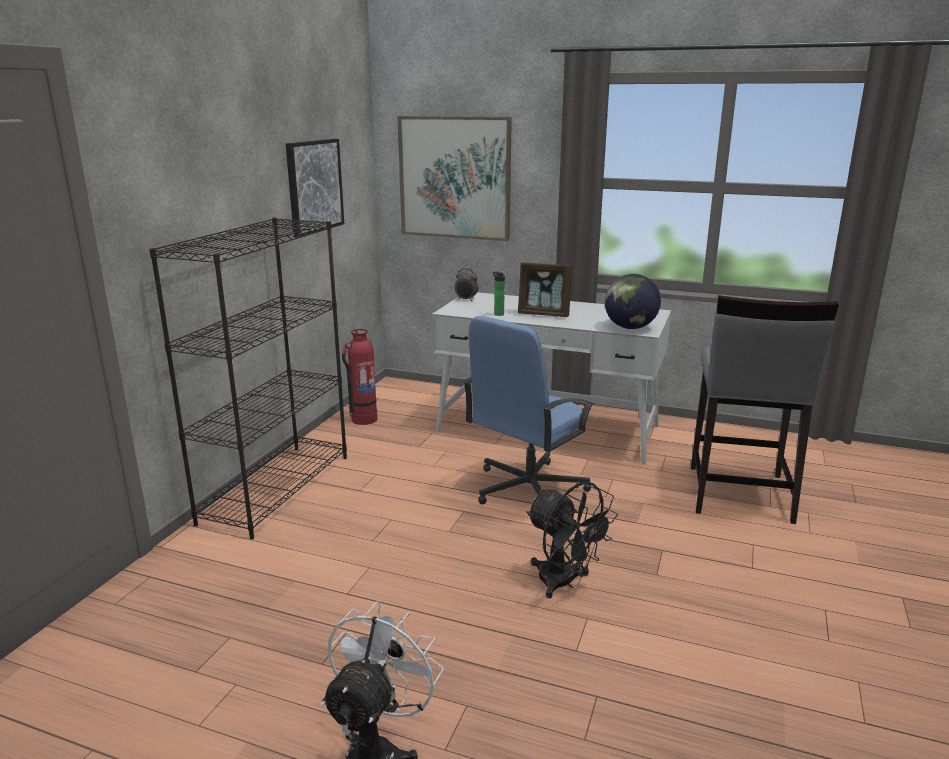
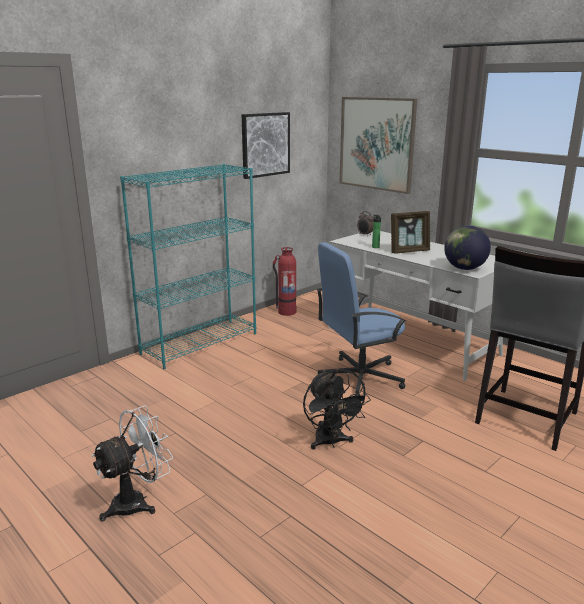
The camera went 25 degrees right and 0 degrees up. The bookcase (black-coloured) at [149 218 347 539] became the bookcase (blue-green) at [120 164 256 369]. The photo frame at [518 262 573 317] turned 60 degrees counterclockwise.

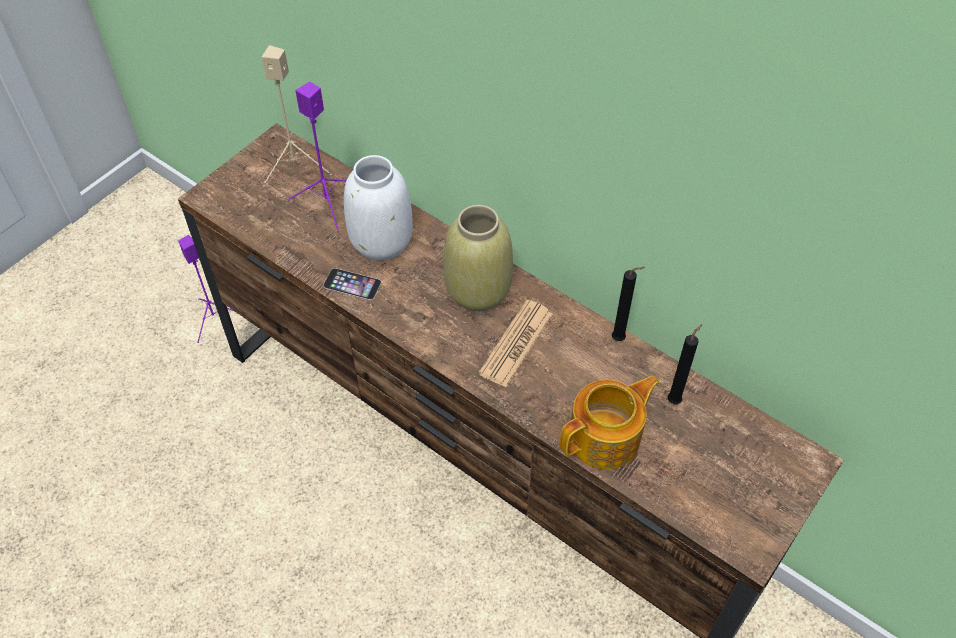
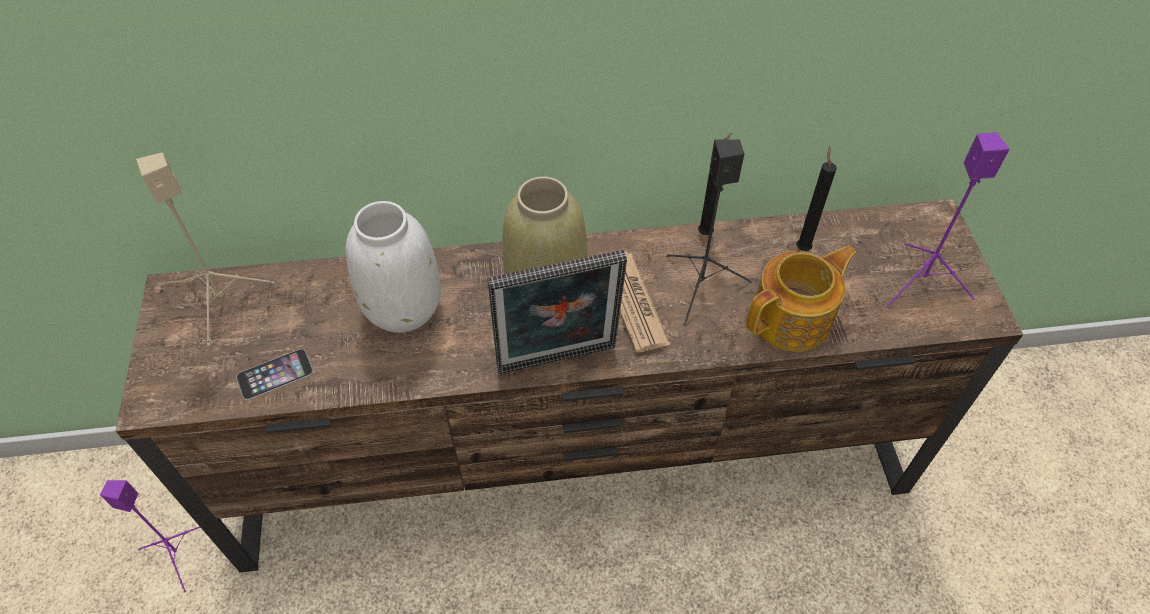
The camera went 45 degrees left and 0 degrees up. The handset moved from [323 268 381 300] to [236 349 313 400]. The photo frame at [487 250 627 374] appeared. The loudspeaker (black-coloured) at [666 139 752 326] appeared. The tea pot at [560 376 659 469] turned 45 degrees clockwise. The loudspeaker (purplish) moved from [288 82 347 232] to [886 132 1010 308].

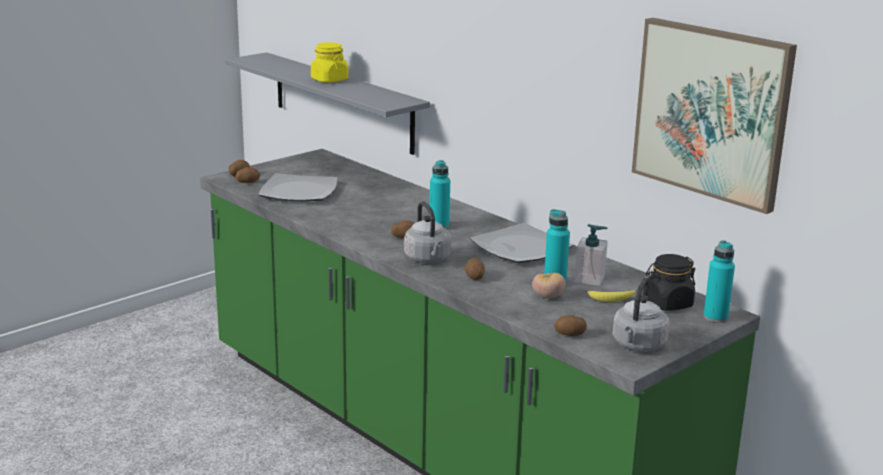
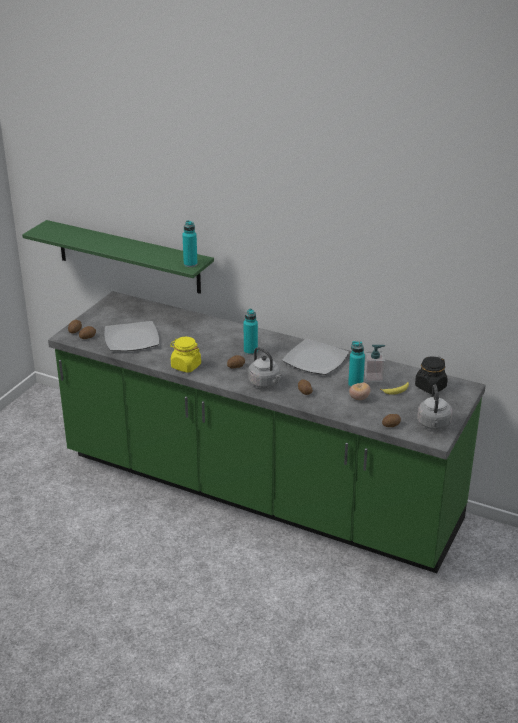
The camera went 20 degrees left and 10 degrees up. The shelf (greyish) at [225 52 430 155] became the shelf (green) at [22 220 214 294]. The jar (yellow-coloured) moved from [311 42 348 83] to [170 337 201 373]. The drink bottle (blue-green) moved from [704 241 735 323] to [182 220 198 267]. The picture at [632 18 797 214] disappeared.

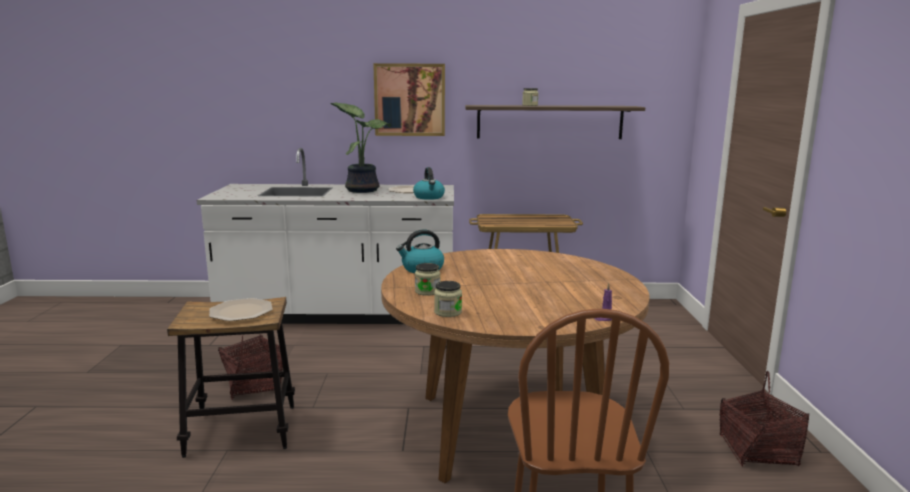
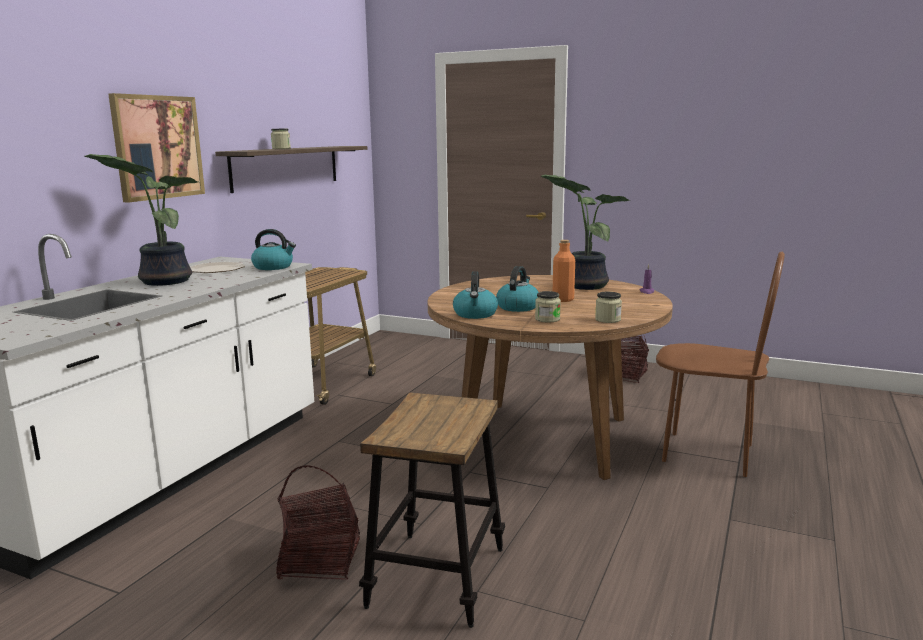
The camera went 65 degrees left and 0 degrees up. The water kettle at [496 266 539 312] appeared. The plant in a pot at [541 175 630 290] appeared. The drink bottle (orange-coloured) at [553 240 575 302] appeared. The dinner plate at [209 298 273 321] disappeared.

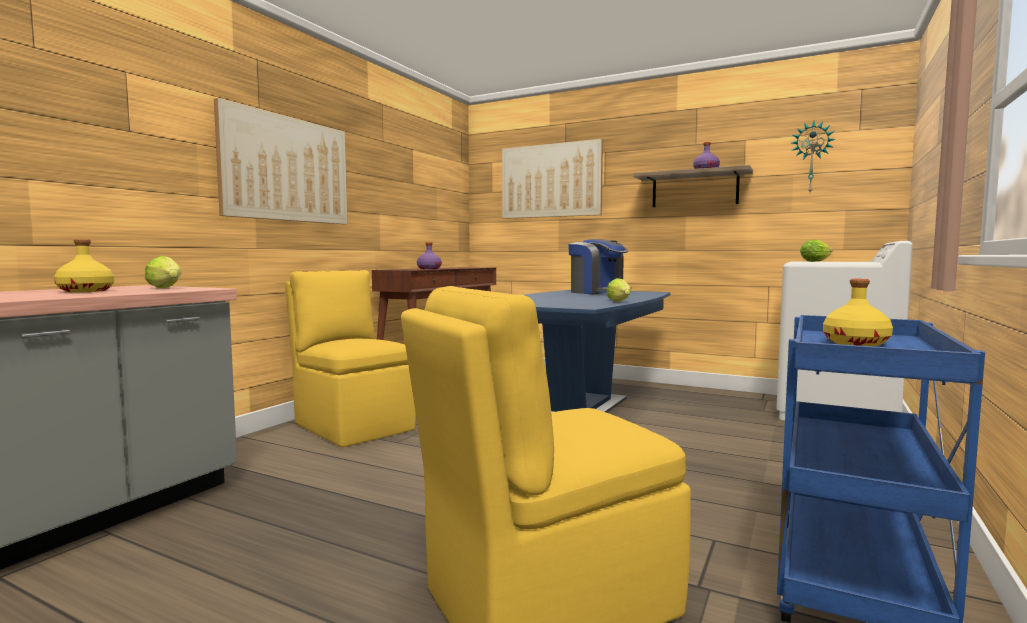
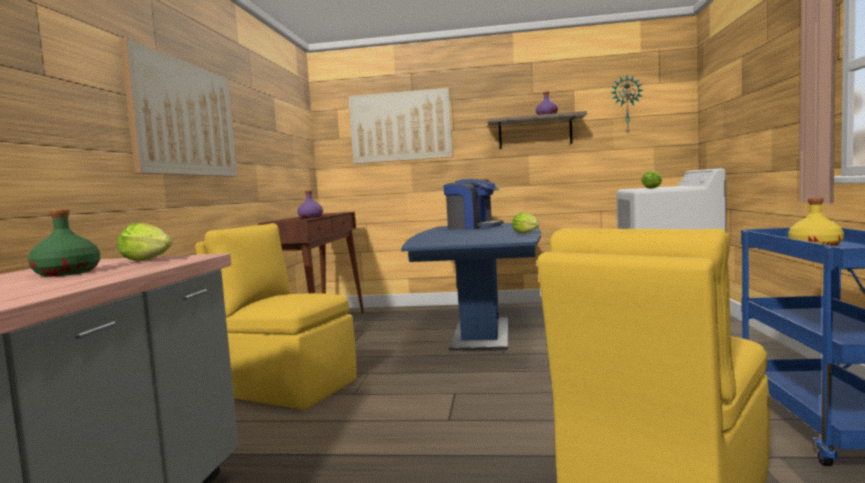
The camera went 20 degrees left and 0 degrees up. The drink bottle (yellow-coloured) at [54 239 114 292] became the drink bottle (green) at [28 209 100 277].

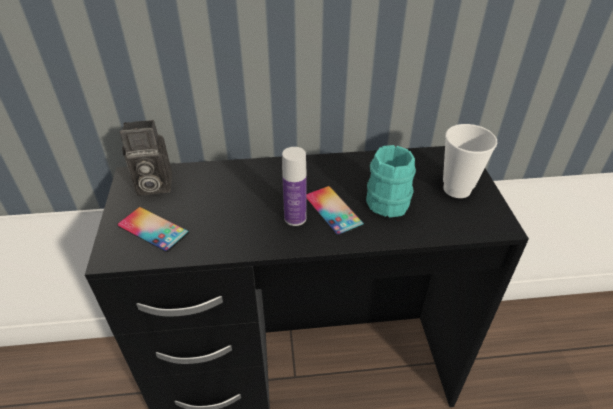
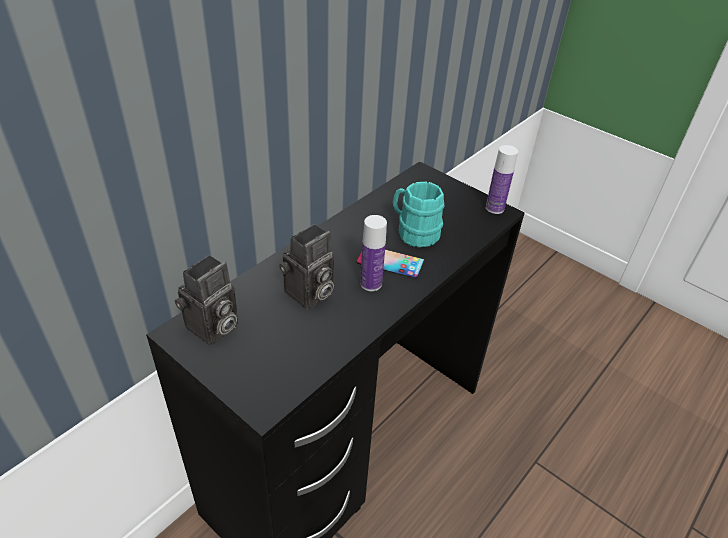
The camera went 45 degrees left and 0 degrees up. The still camera at [279 224 334 309] appeared. The drink bottle at [486 145 518 214] appeared. The handset at [118 207 189 252] disappeared. The cup at [443 124 497 198] disappeared.

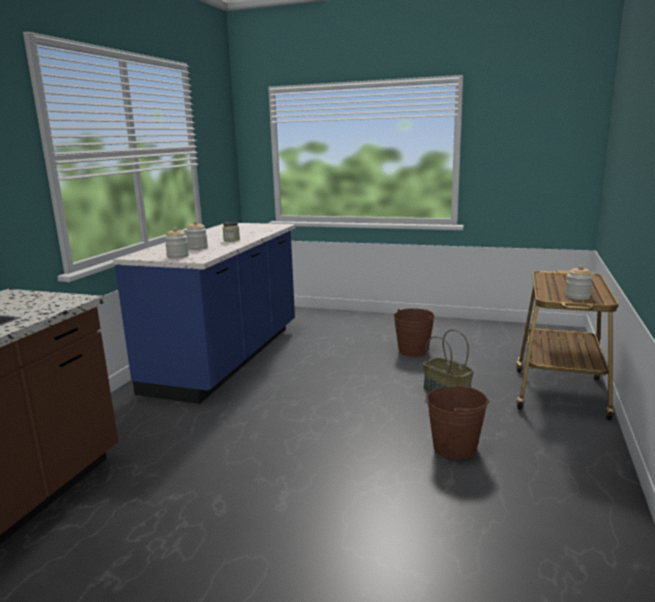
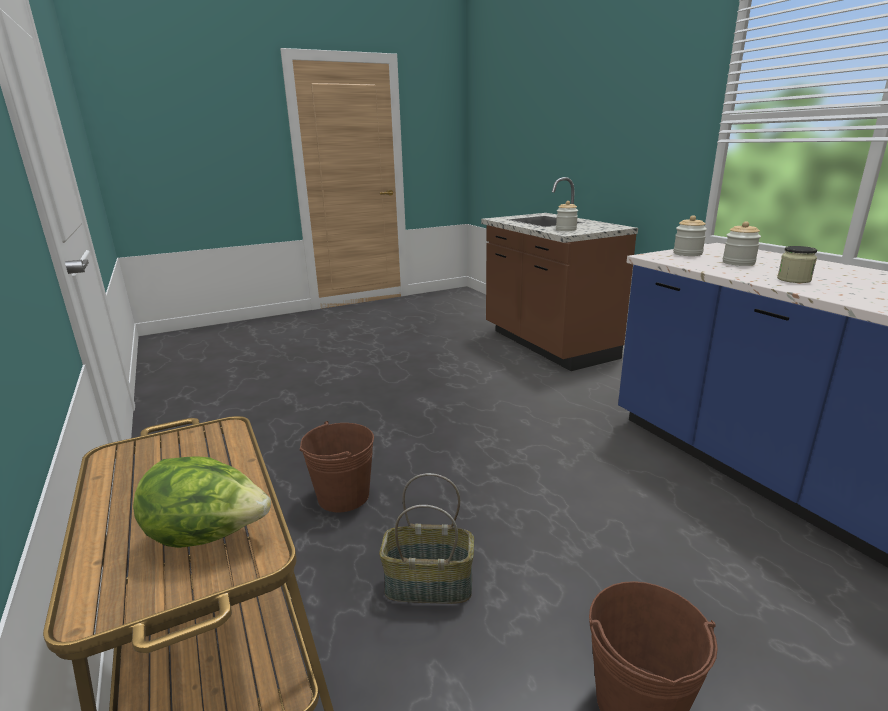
The camera went 135 degrees right and 5 degrees up. The lettuce at [133 456 271 548] appeared. The jar moved from [565 265 593 300] to [556 201 578 231].

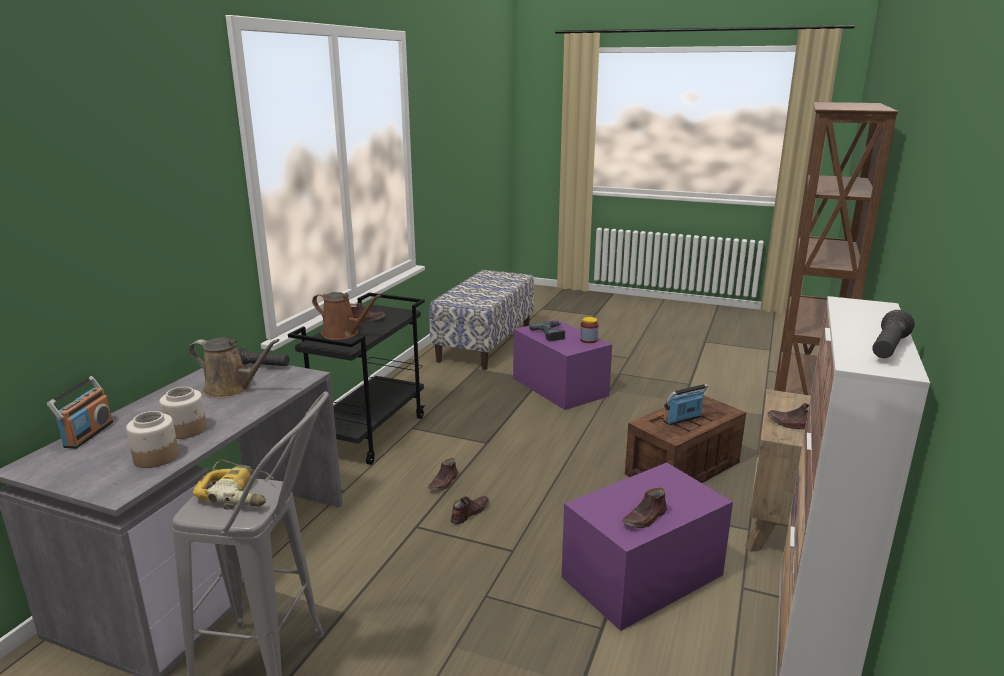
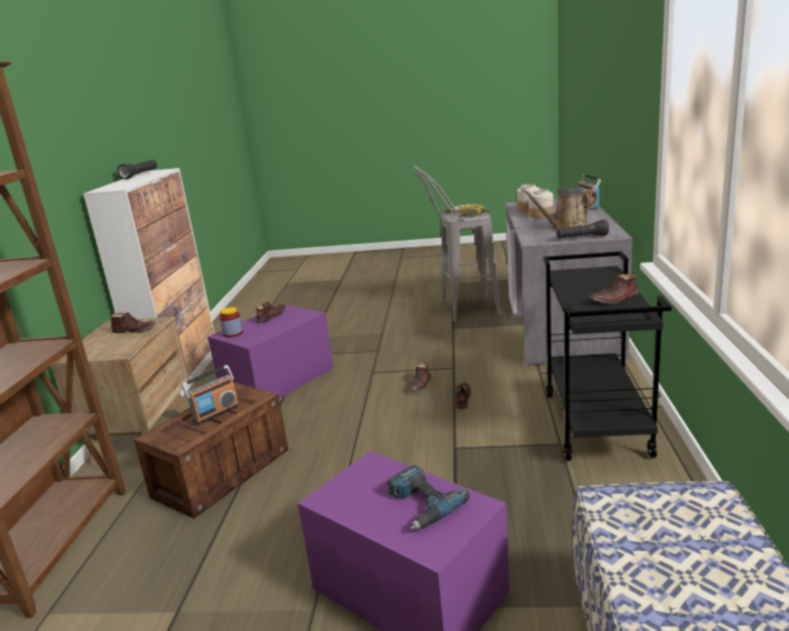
The camera went 165 degrees right and 0 degrees up. The jar moved from [580 317 599 343] to [219 307 243 337]. The sprinkling can (brownish) at [312 292 381 340] disappeared.

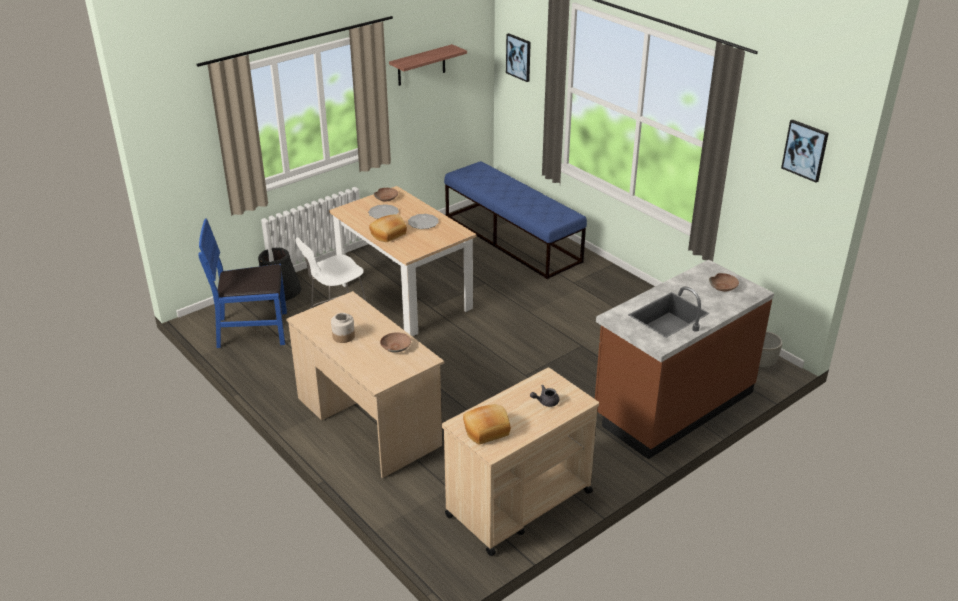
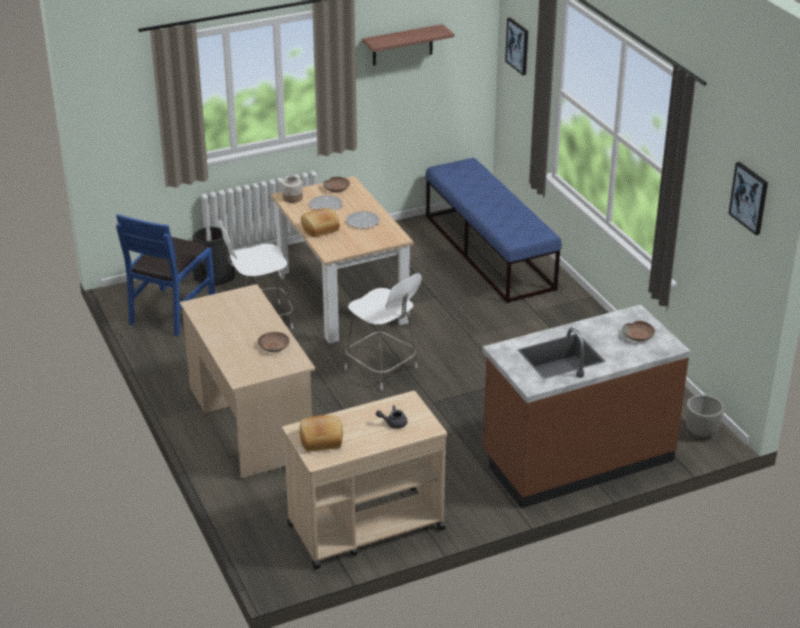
The camera went 15 degrees right and 0 degrees up. The chair (blue-coloured) at [198 218 287 348] turned 75 degrees counterclockwise. The jar moved from [331 313 355 343] to [282 176 303 203]. The sitting stool (white-coloured) at [345 273 422 390] appeared.

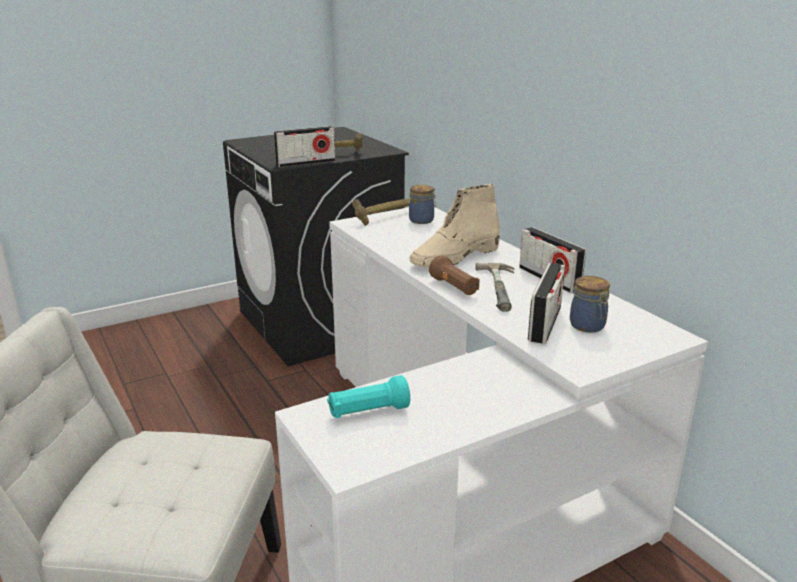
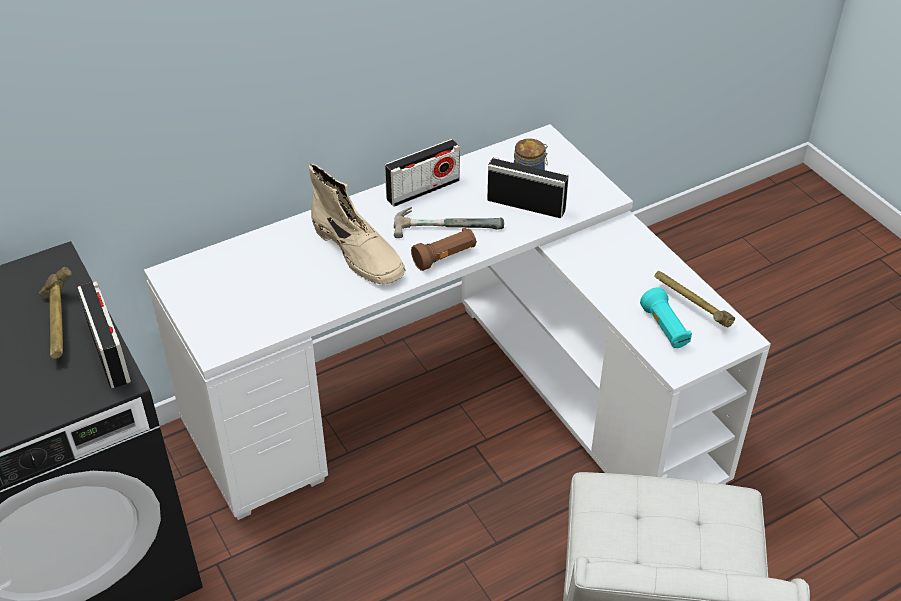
The camera went 90 degrees left and 20 degrees up. The hand hammer moved from [352 198 410 226] to [654 271 735 327]. The jar at [409 185 436 224] disappeared.

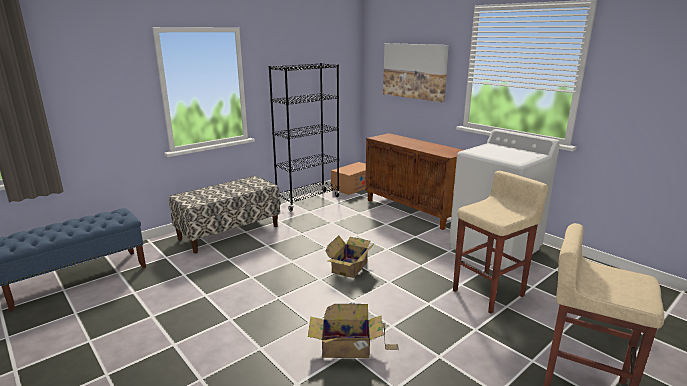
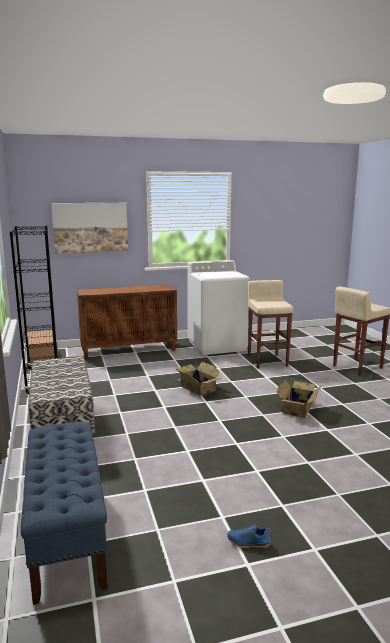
The camera went 65 degrees left and 5 degrees down. The shoe (blue-coloured) at [227 525 271 548] appeared.

